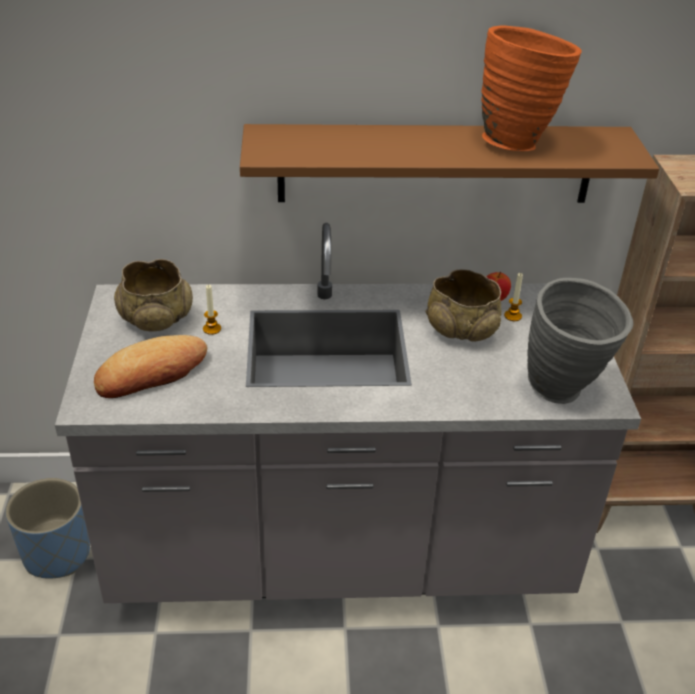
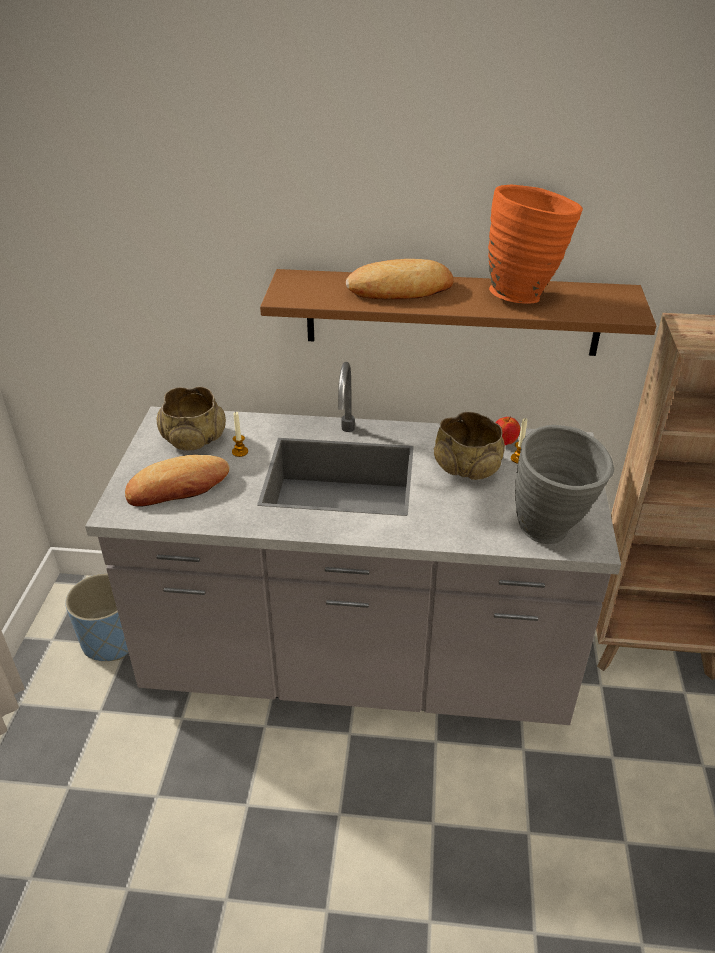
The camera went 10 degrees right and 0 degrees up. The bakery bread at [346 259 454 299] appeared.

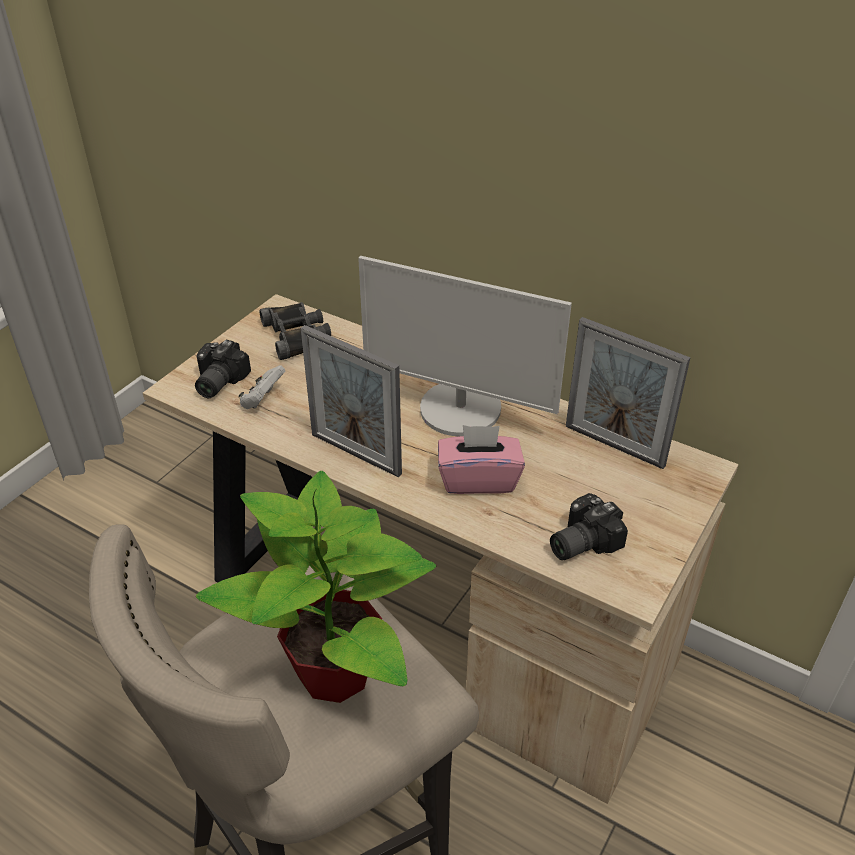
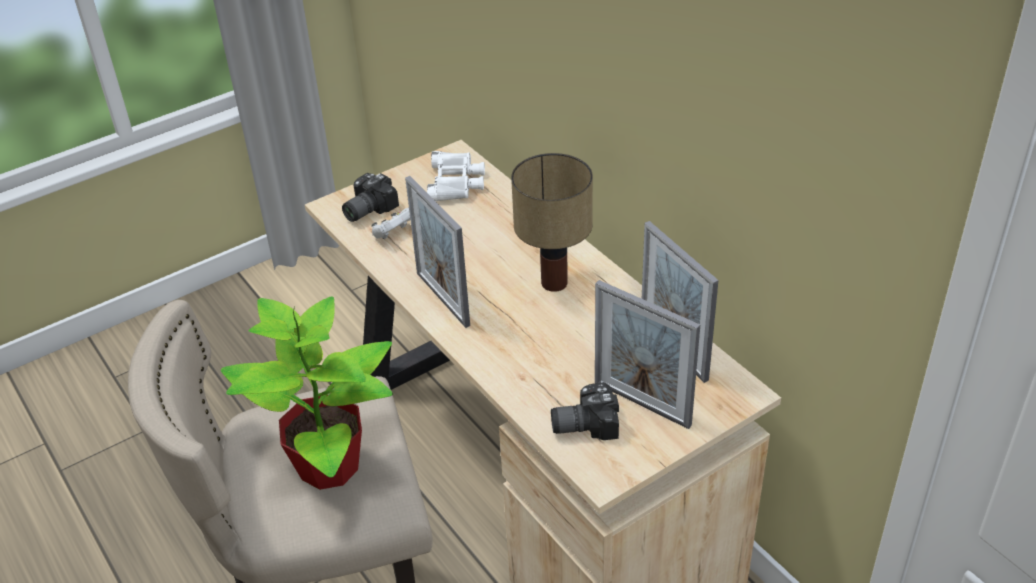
The camera went 25 degrees right and 0 degrees up. The pair of binoculars (black-coloured) at [259 302 331 360] became the pair of binoculars (white-coloured) at [427 151 485 201]. The monitor at [358 256 572 436] was replaced by the tabletop lamp at [511 153 593 292]. The photo frame at [595 280 700 429] appeared. The tissue holder (pink) at [438 425 525 494] disappeared.

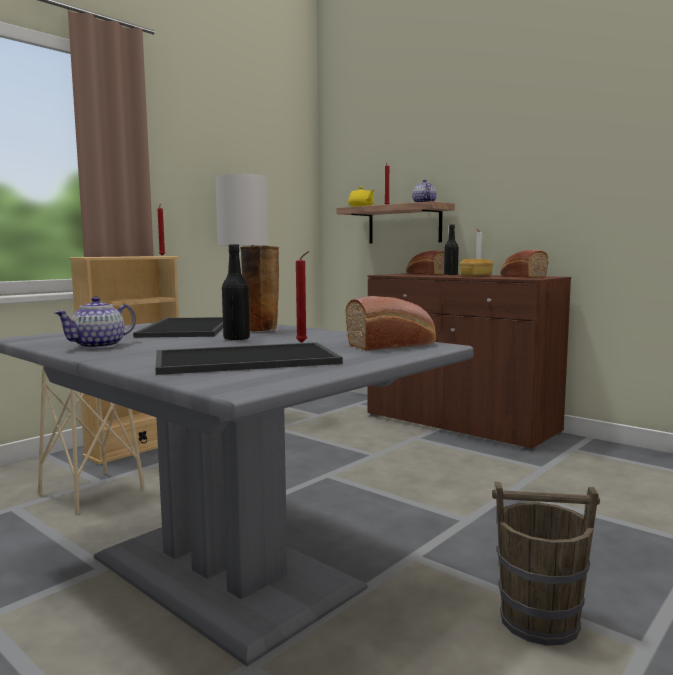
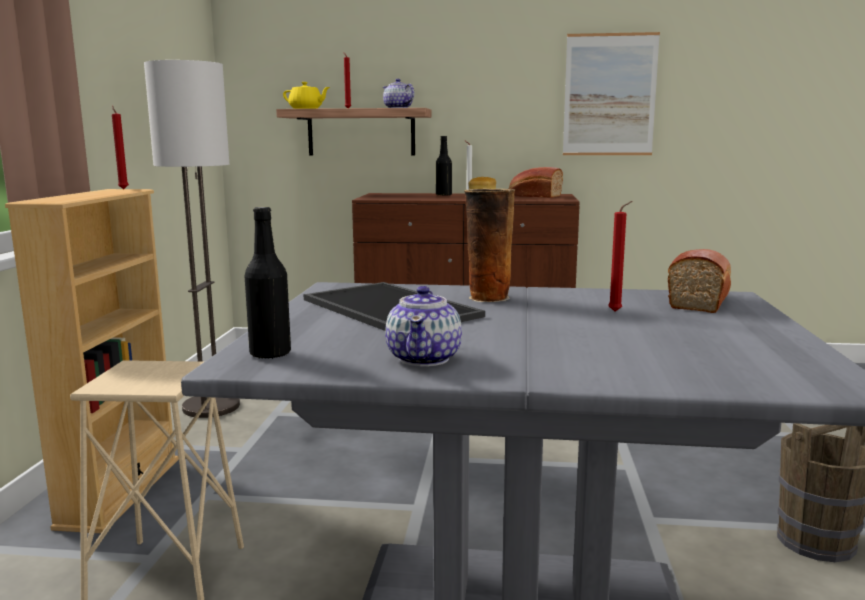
The camera went 35 degrees left and 5 degrees up. The drink bottle (black-coloured) moved from [222 244 250 341] to [245 207 291 359]. The picture at [563 32 660 155] appeared. The carrying tray at [155 342 343 375] disappeared. The bakery bread at [406 250 444 275] disappeared.

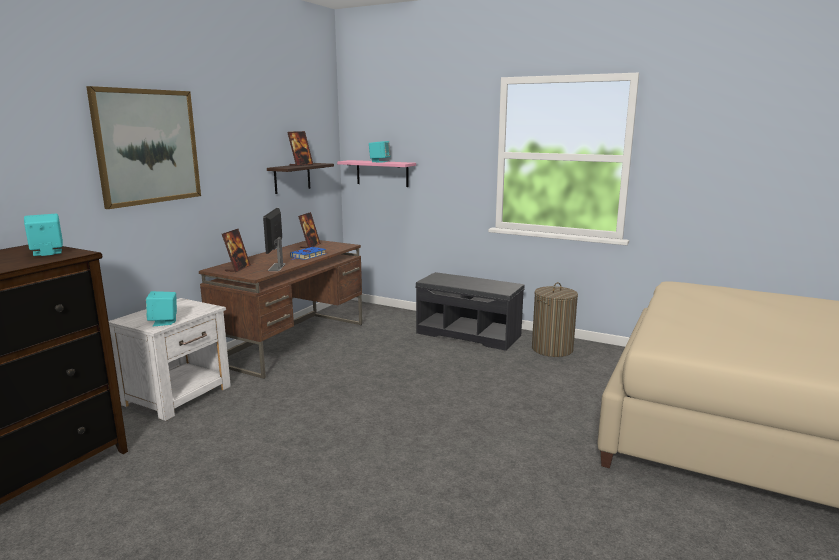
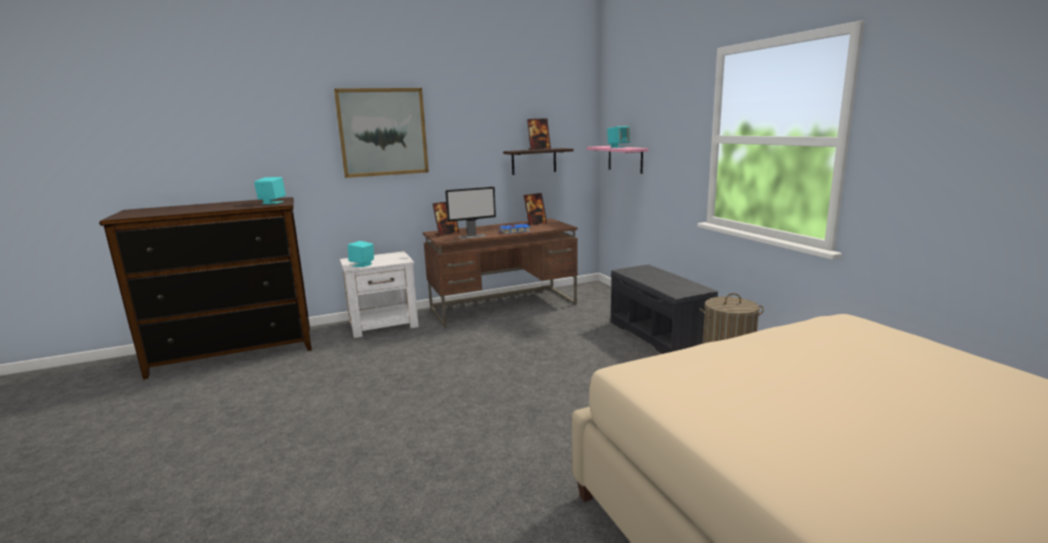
The camera went 40 degrees right and 0 degrees up. The monitor at [263 208 285 271] turned 150 degrees counterclockwise.

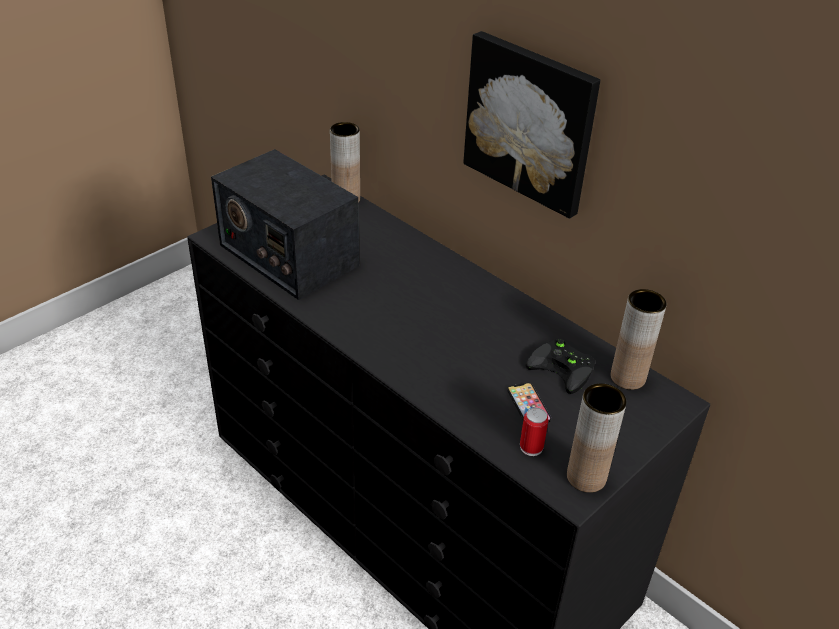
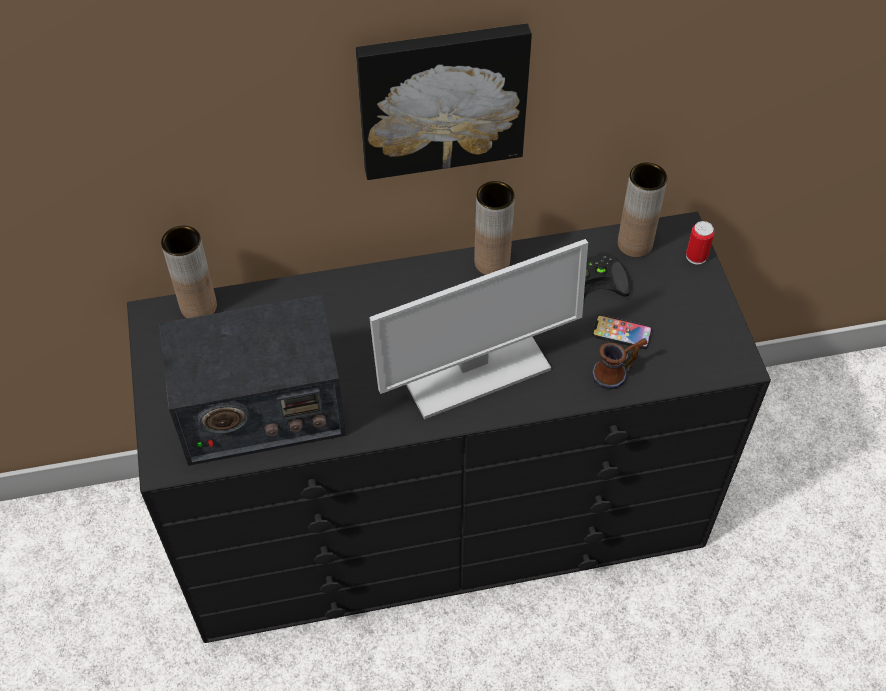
The camera went 55 degrees left and 15 degrees up. The monitor at [369 239 588 419] appeared. The vase (brownish) moved from [567 383 627 493] to [474 181 515 275]. The coffee mug at [592 338 647 390] appeared. The metal can moved from [520 408 549 456] to [686 221 715 265].

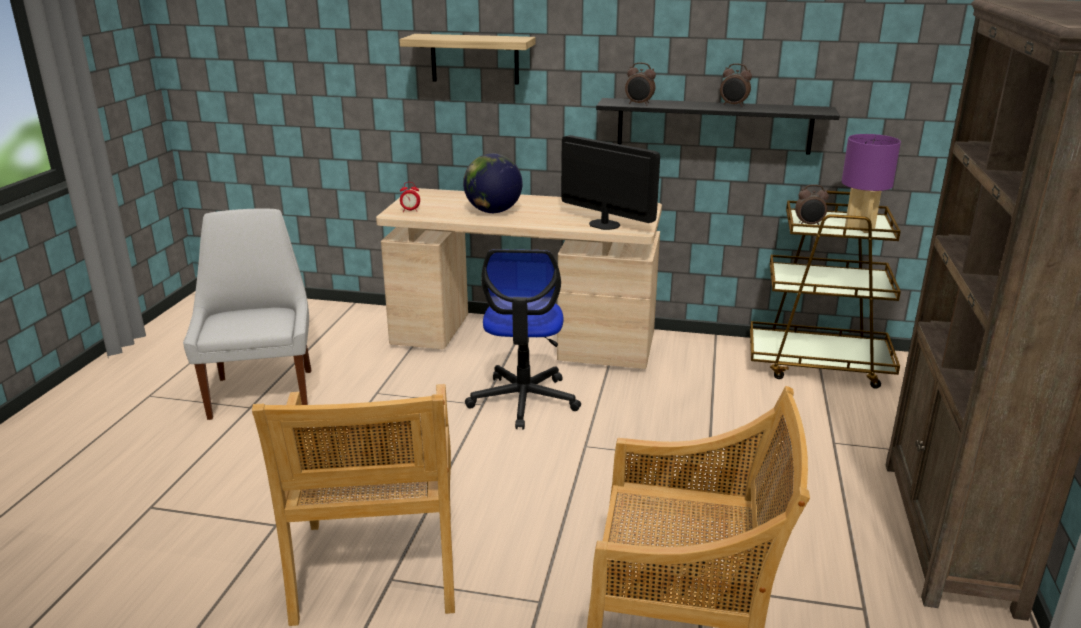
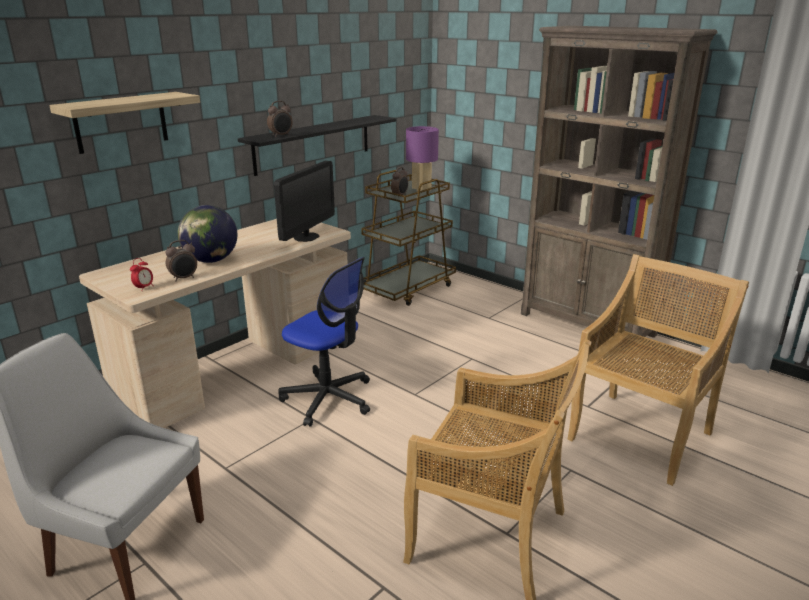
The camera went 60 degrees left and 0 degrees up. The table clock moved from [720 63 752 107] to [165 240 197 281]. The monitor at [561 135 660 230] turned 135 degrees clockwise.

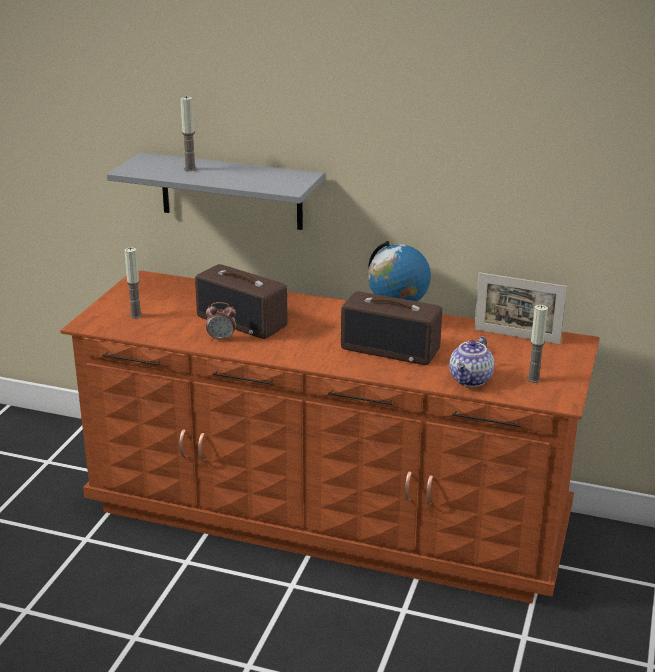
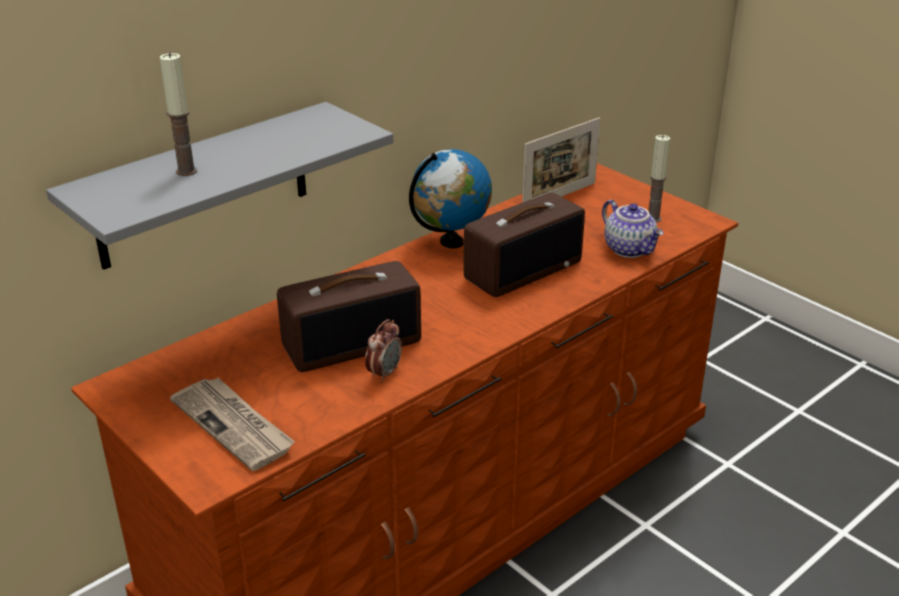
The camera went 60 degrees left and 5 degrees up. The candle at [124 247 142 319] was replaced by the printed paper at [170 378 295 471].

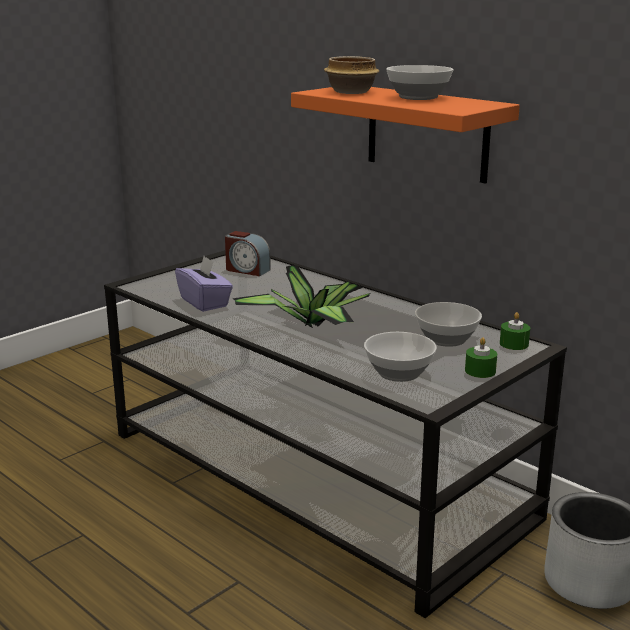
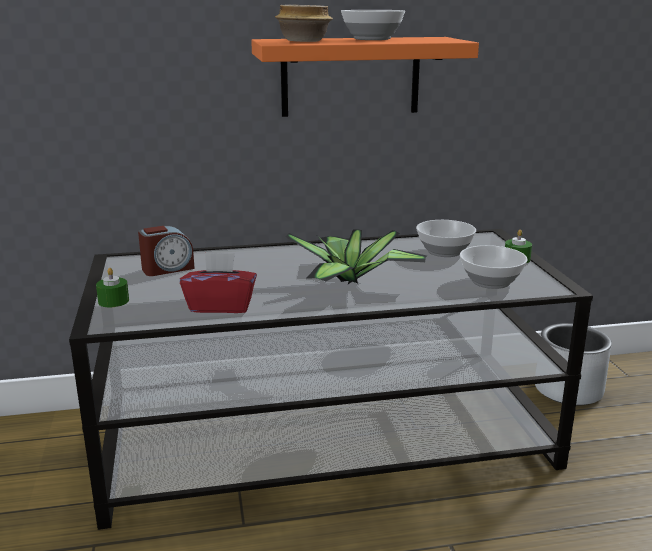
The camera went 55 degrees left and 0 degrees up. The candle (green) moved from [500 312 530 350] to [96 268 129 307]. The tissue holder (purplish) at [175 256 233 312] became the tissue holder (red-coloured) at [180 252 257 313].

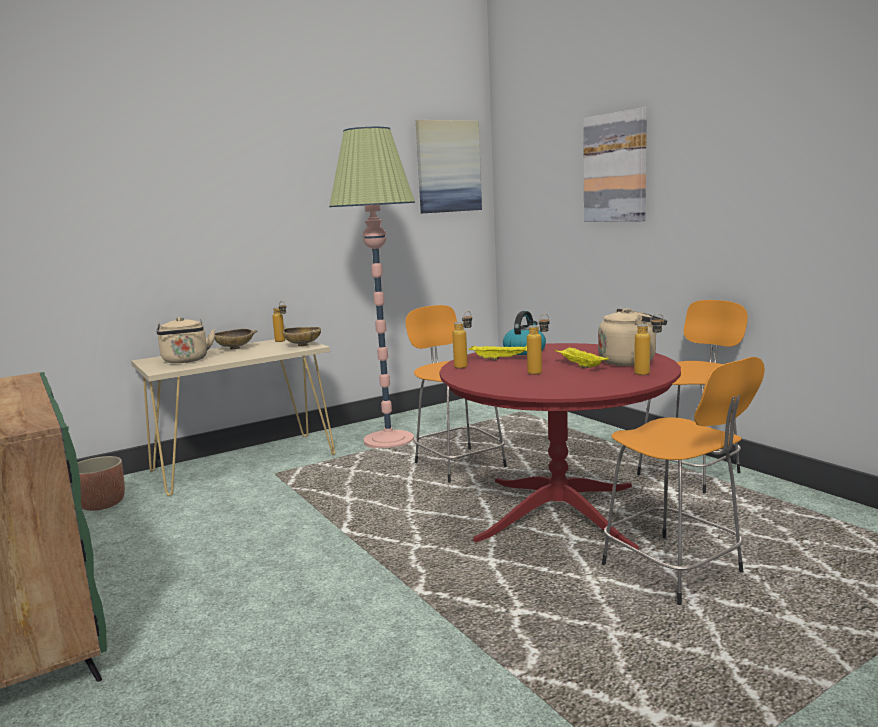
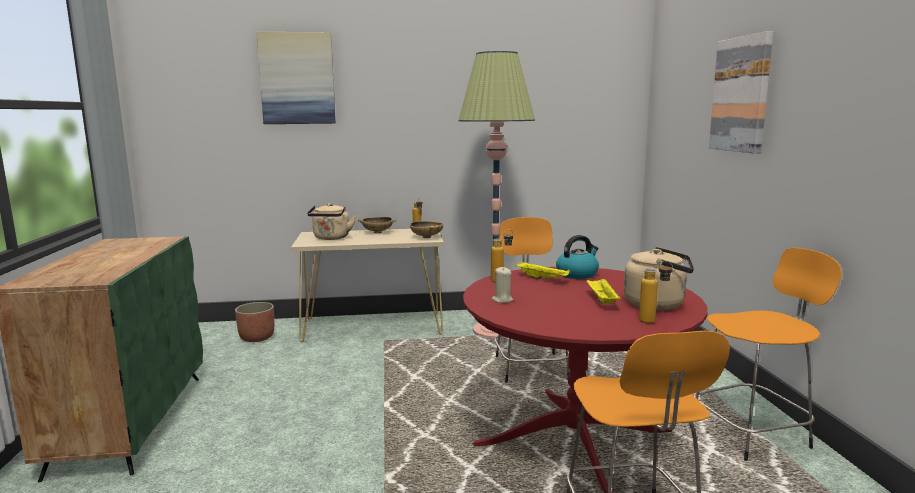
The camera went 25 degrees right and 0 degrees up. The picture moved from [416 120 482 213] to [256 32 336 124]. The candle (beige-coloured) at [492 267 513 303] appeared. The drink bottle at [527 314 549 375] disappeared.

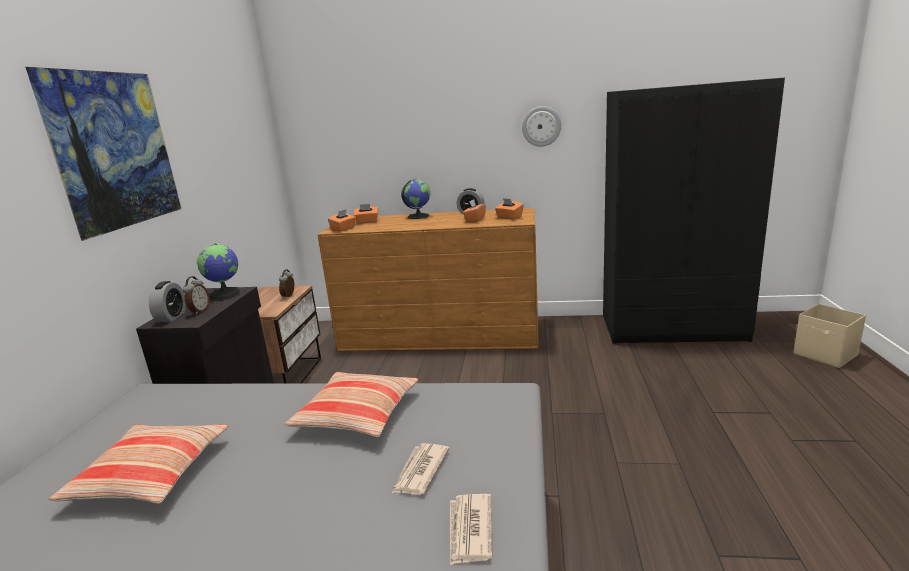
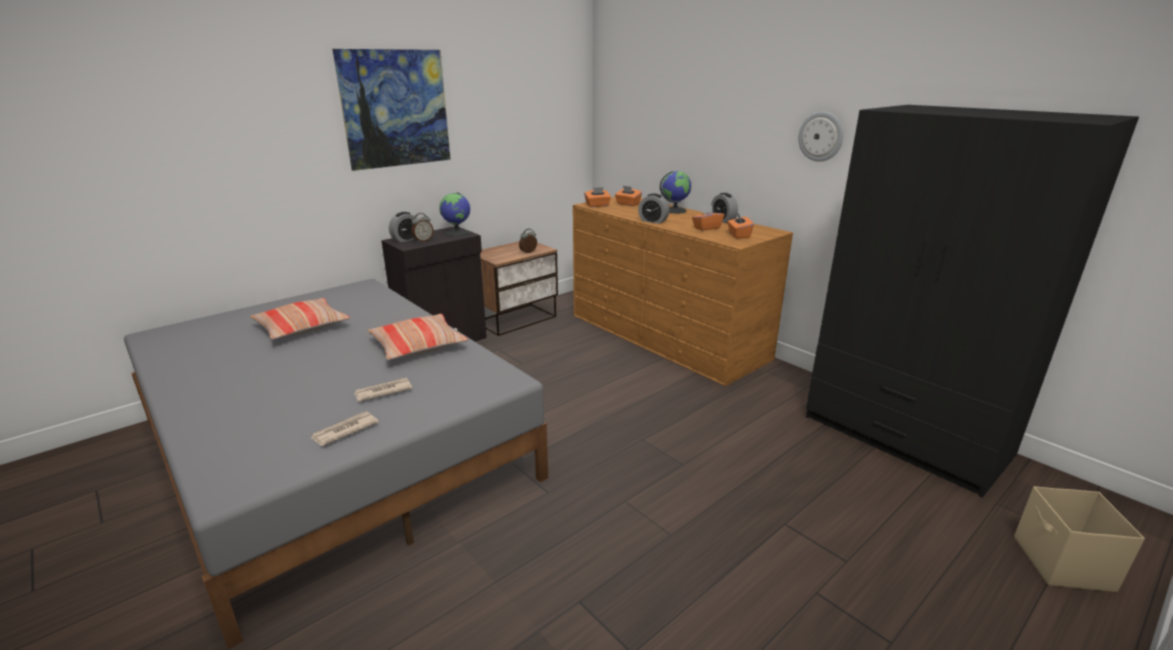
The camera went 40 degrees right and 5 degrees up. The table clock at [638 193 670 224] appeared.

